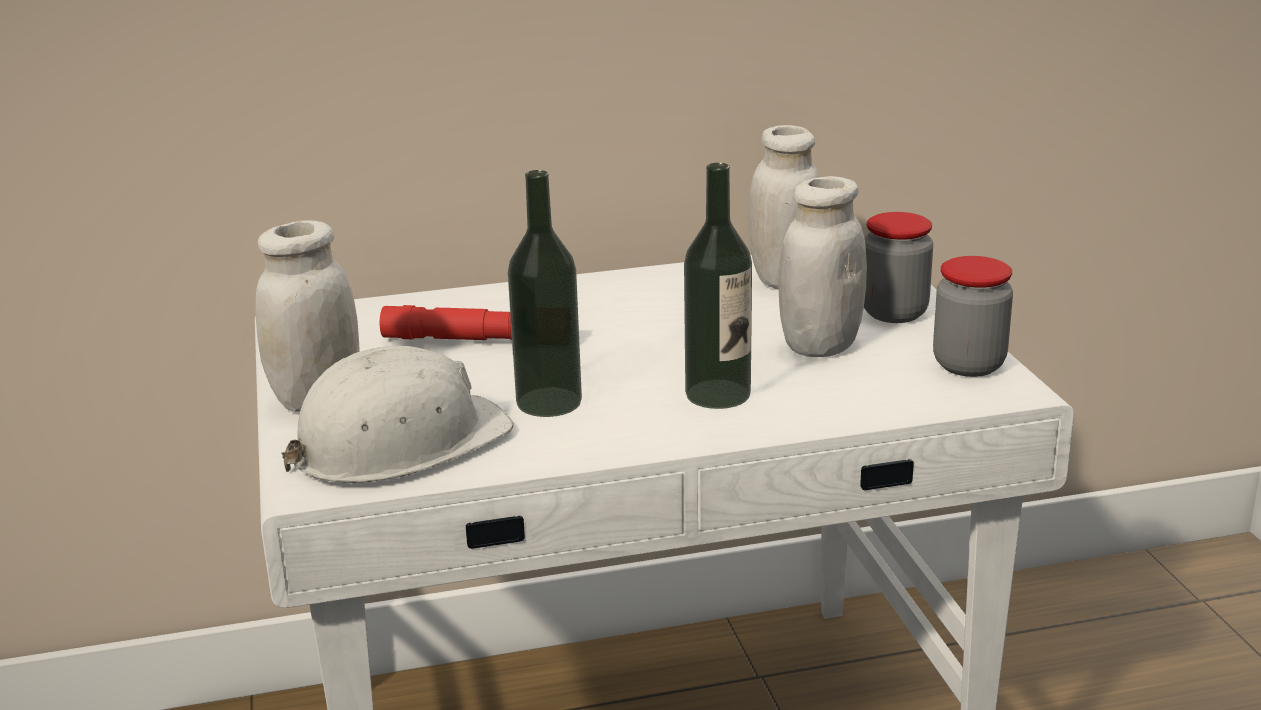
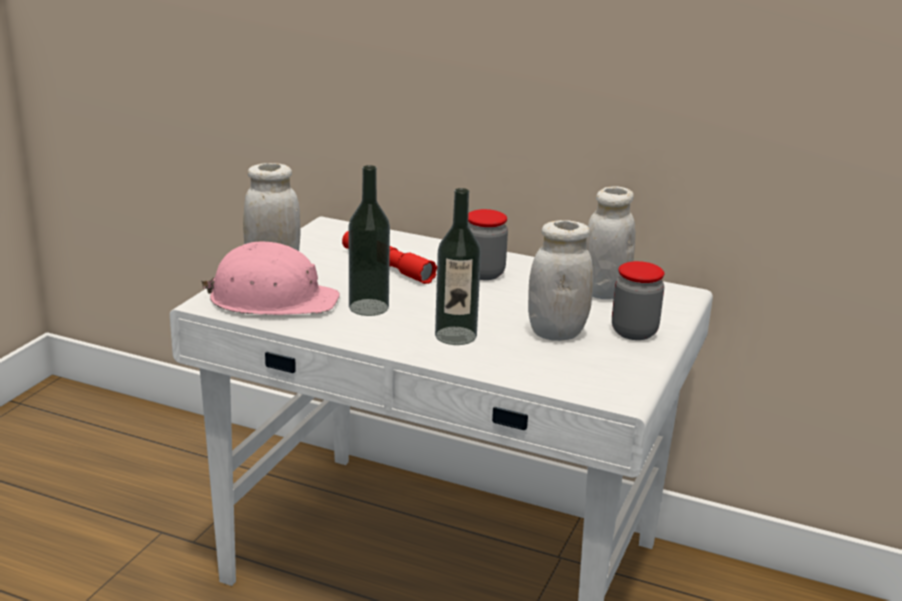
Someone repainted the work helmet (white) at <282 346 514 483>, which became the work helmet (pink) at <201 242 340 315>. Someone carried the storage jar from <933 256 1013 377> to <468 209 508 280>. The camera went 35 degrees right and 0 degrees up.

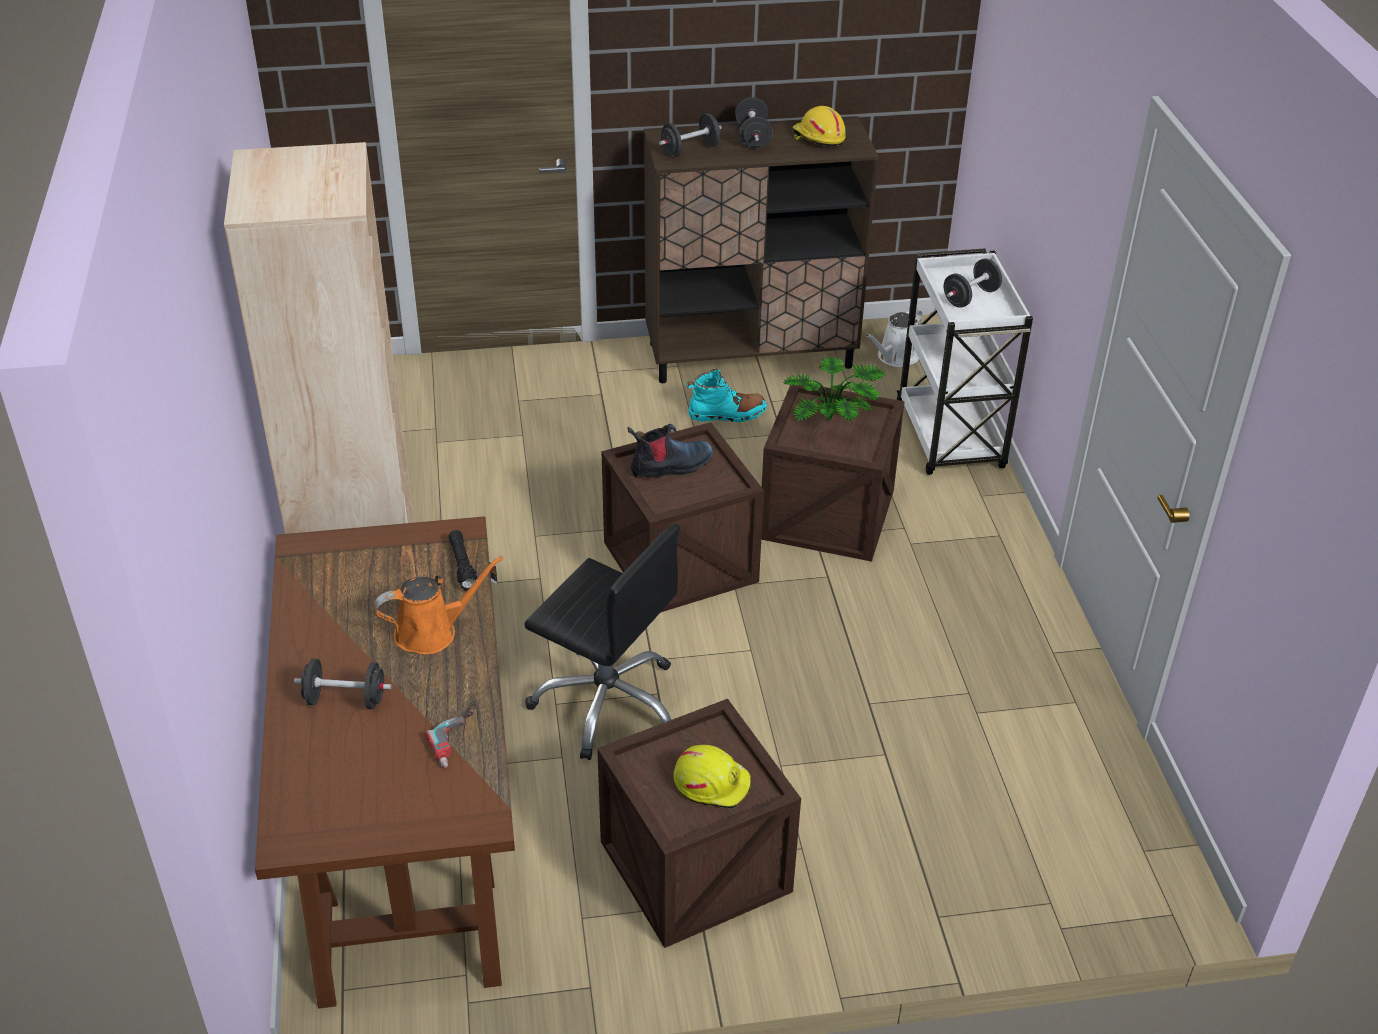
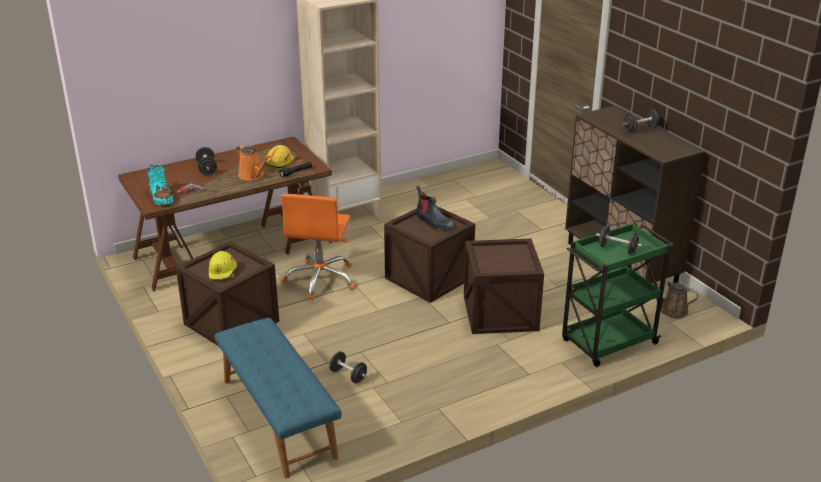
Someone carried the high-top boot (turquoise) from <687 369 767 422> to <146 164 174 205>. Someone put down the indoor bench (bluish) at <214 318 342 479>. Someone carried the work helmet (yellow-coloured) from <792 106 846 146> to <266 145 295 168>. Someone repainted the computer chair (black) at <524 524 680 760>, which became the computer chair (orangey) at <281 194 355 300>. Someone carried the dumbbell (black) from <659 113 722 157> to <329 351 367 383>. Someone repainted the cart (white) at <897 249 1033 475>, which became the cart (green-coloured) at <562 222 674 367>. Someone repainted the watering pot (white) at <866 309 922 367>, which became the watering pot (brown-coloured) at <639 274 699 319>. Someone took away the houseplant at <783 357 885 421>. The camera went 70 degrees right and 10 degrees down.

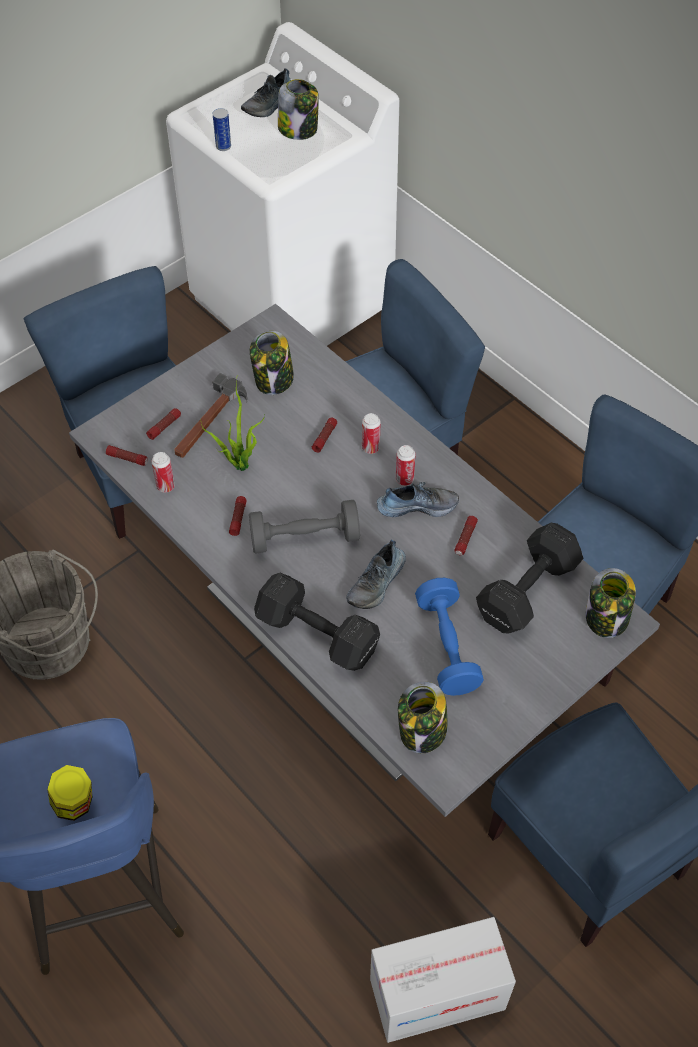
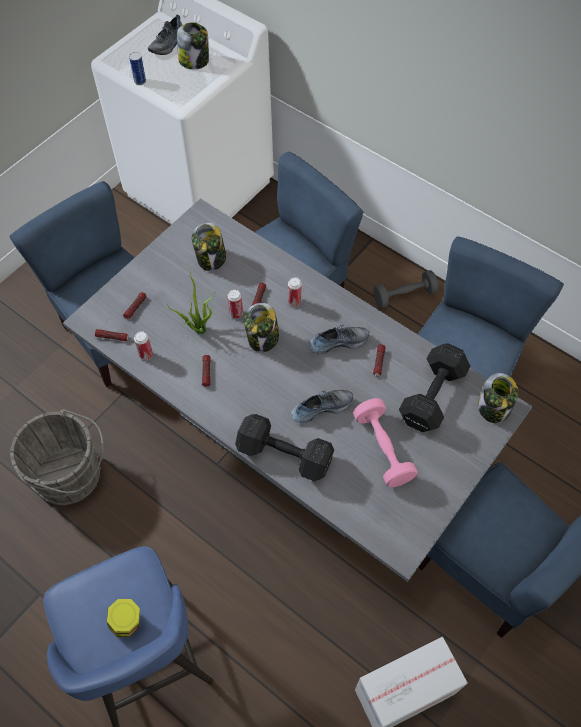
Someone carried the can from <396 445 416 486> to <227 289 243 319>. Someone carried the storage jar from <398 682 448 753> to <244 303 279 352>. Someone rotated the item of footwear at <346 539 406 609> by 135 degrees counterclockwise. Someone repainted the dumbbell (bluish) at <415 578 484 696>, which became the dumbbell (pink) at <353 398 418 487>. Someone carried the dumbbell (greyish) from <249 500 360 554> to <373 270 438 308>. Someone took away the tool hammer at <174 373 248 458>. The camera went 10 degrees left and 5 degrees up.

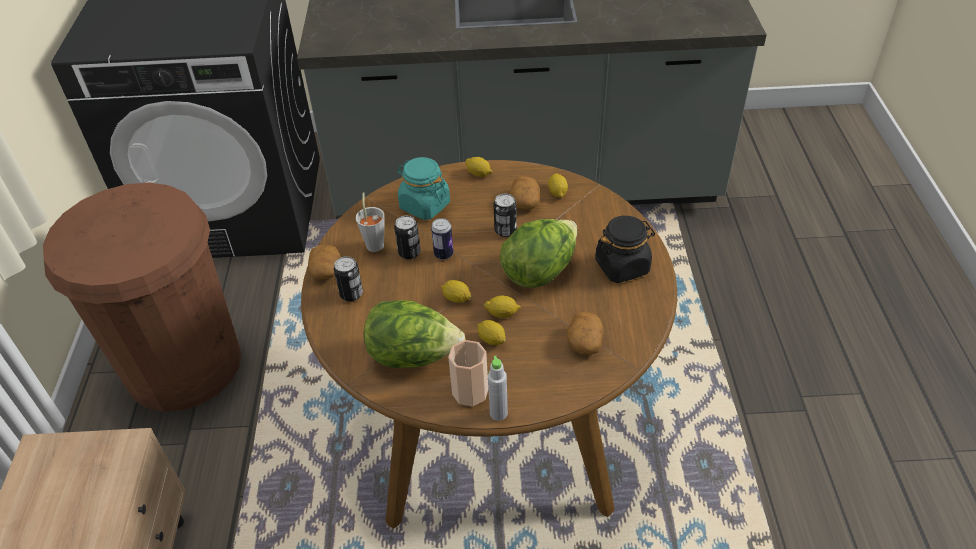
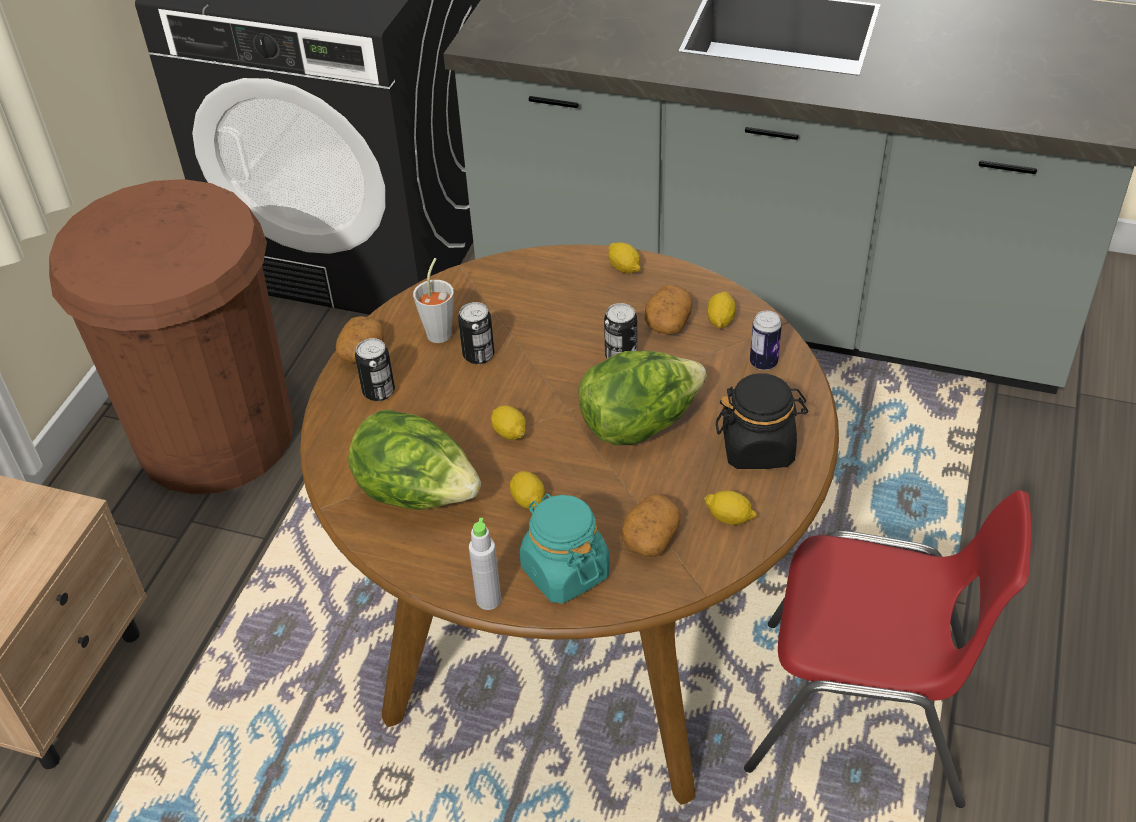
Someone carried the storage jar (turquoise) from <397 157 450 220> to <520 494 610 603>. Someone carried the whole lemon from <484 295 521 318> to <704 490 758 525>. Someone put down the plain chair (reddish) at <744 490 1031 808>. Someone carried the can from <431 218 453 260> to <750 311 782 370>. Someone took away the small cup at <448 340 488 407>. The camera went 20 degrees right and 0 degrees up.

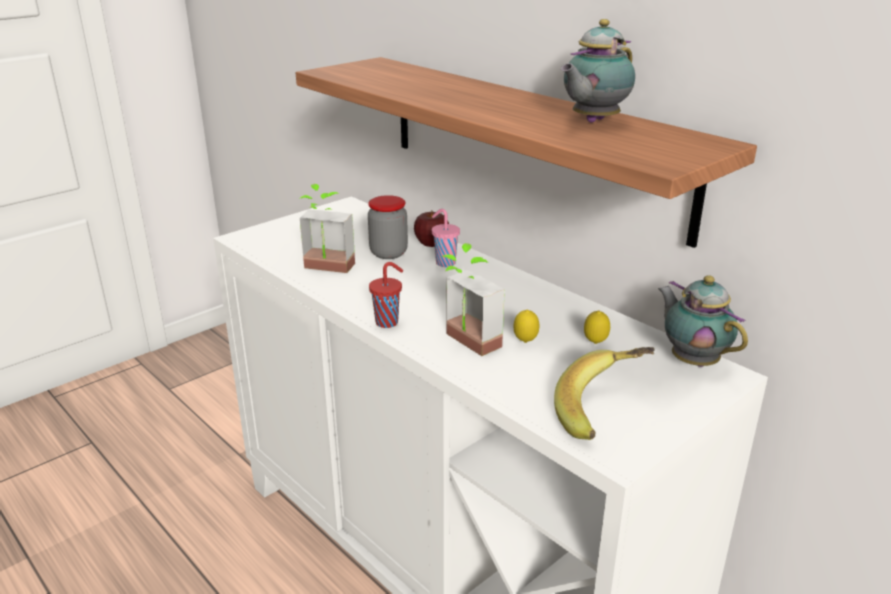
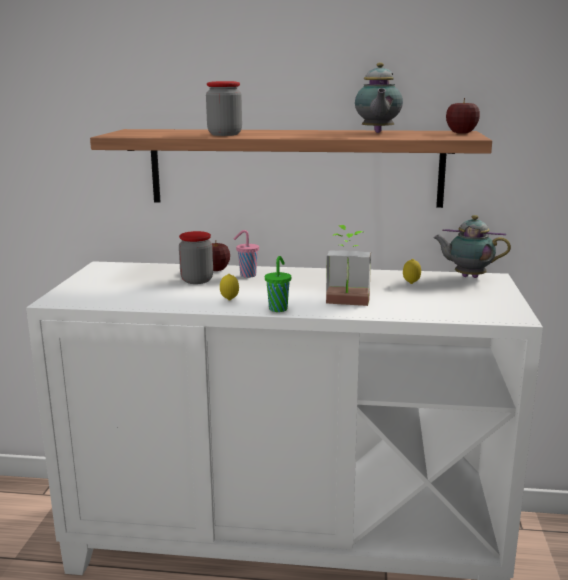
Someone put down the storage jar at <206 81 242 136>. Someone carried the whole lemon from <513 310 539 343> to <220 274 239 301>. Someone repainted the small cup (reddish) at <369 262 403 328>, which became the small cup (green-coloured) at <265 256 291 312>. Someone put down the whole apple at <446 98 480 134>. Someone took away the houseplant at <299 184 355 273>. Someone took away the whole banana at <554 347 654 440>. The camera went 40 degrees left and 10 degrees down.

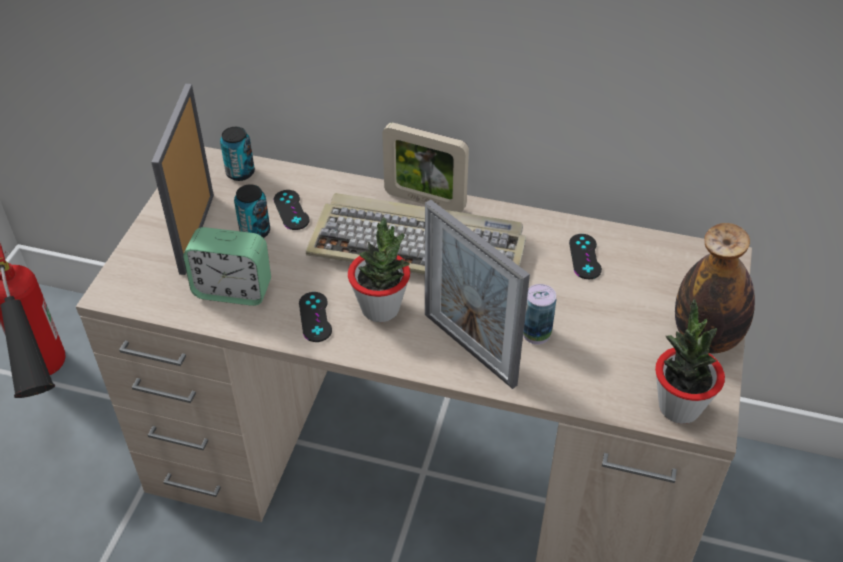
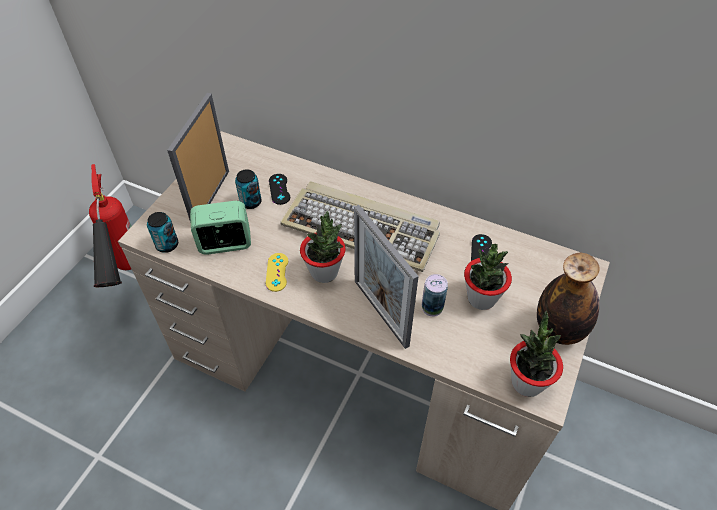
Someone carried the can from <220 127 255 181> to <147 212 178 253>. Someone rotated the bedside clock at <183 227 271 306> by 150 degrees clockwise. Someone repainted the gamepad (black) at <299 292 332 342>, which became the gamepad (yellow-coloured) at <266 253 288 292>. Someone put down the houseplant at <464 244 512 310>. Someone took away the picture frame at <382 123 469 212>. The camera went 10 degrees right and 5 degrees up.

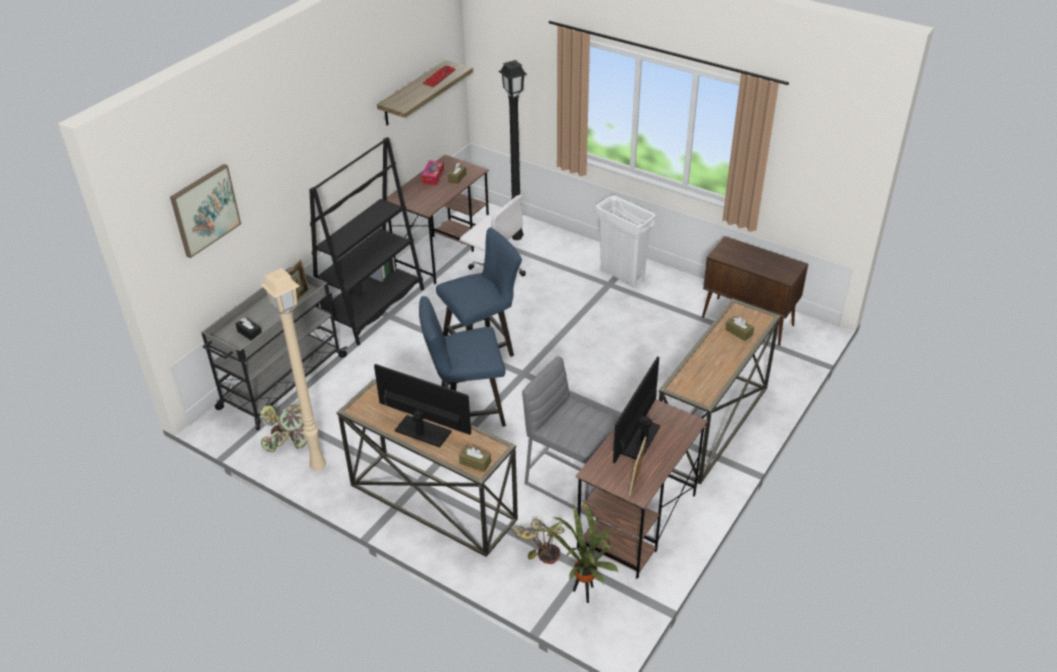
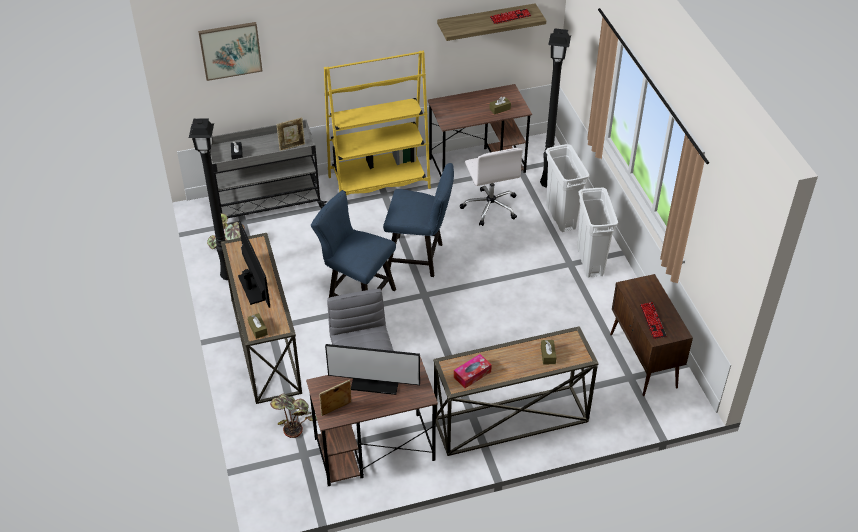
Someone repainted the standard lamp (sand-coloured) at <261 268 326 472>, which became the standard lamp (black) at <189 118 228 280>. Someone repainted the bookcase (black) at <309 137 424 345>, which became the bookcase (yellow-coloured) at <324 51 431 196>. Someone rotated the monitor at <613 356 660 463> by 150 degrees counterclockwise. Someone carried the tissue box from <421 160 444 185> to <454 354 492 388>. Someone put down the trash can (white) at <546 144 590 232>. Someone put down the PC keyboard at <640 302 666 339>. Someone took away the houseplant at <540 500 619 603>. The camera went 40 degrees right and 5 degrees up.

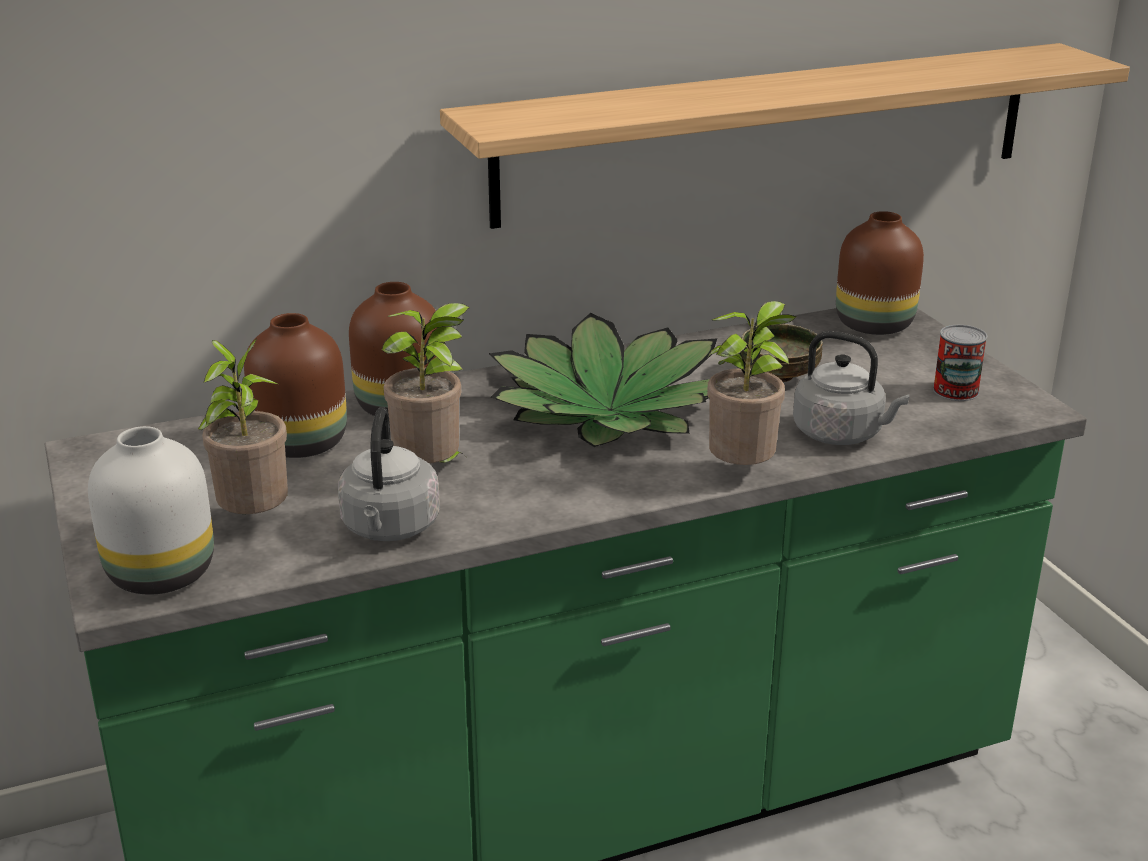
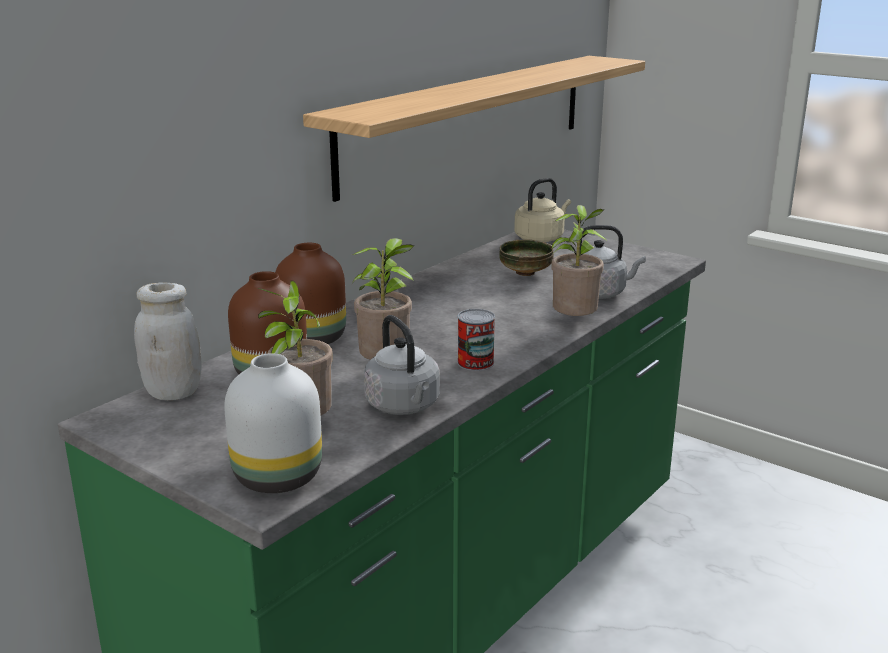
Someone put down the storage jar (white) at <134 282 202 400>. Someone carried the can from <933 325 987 401> to <457 309 495 371>. Someone swapped the flower vase (brown-coloured) at <836 211 924 335> for the tea kettle (sand-coloured) at <514 178 571 242>. Someone took away the houseplant at <489 313 717 447>. The camera went 30 degrees left and 5 degrees down.

